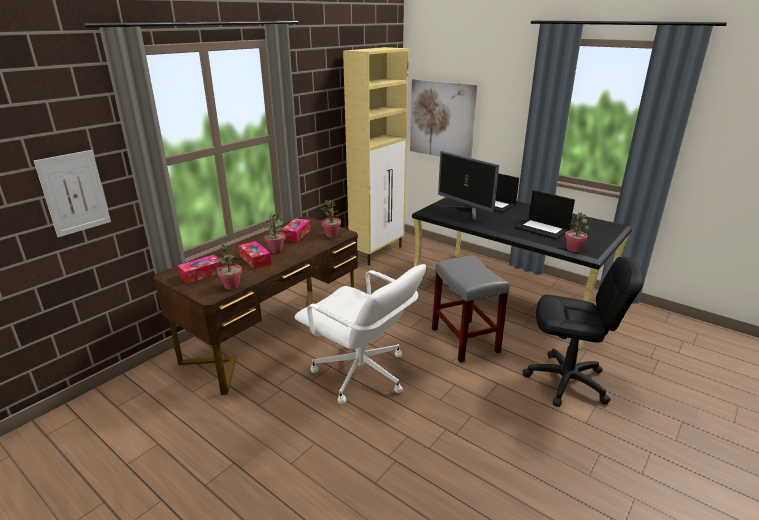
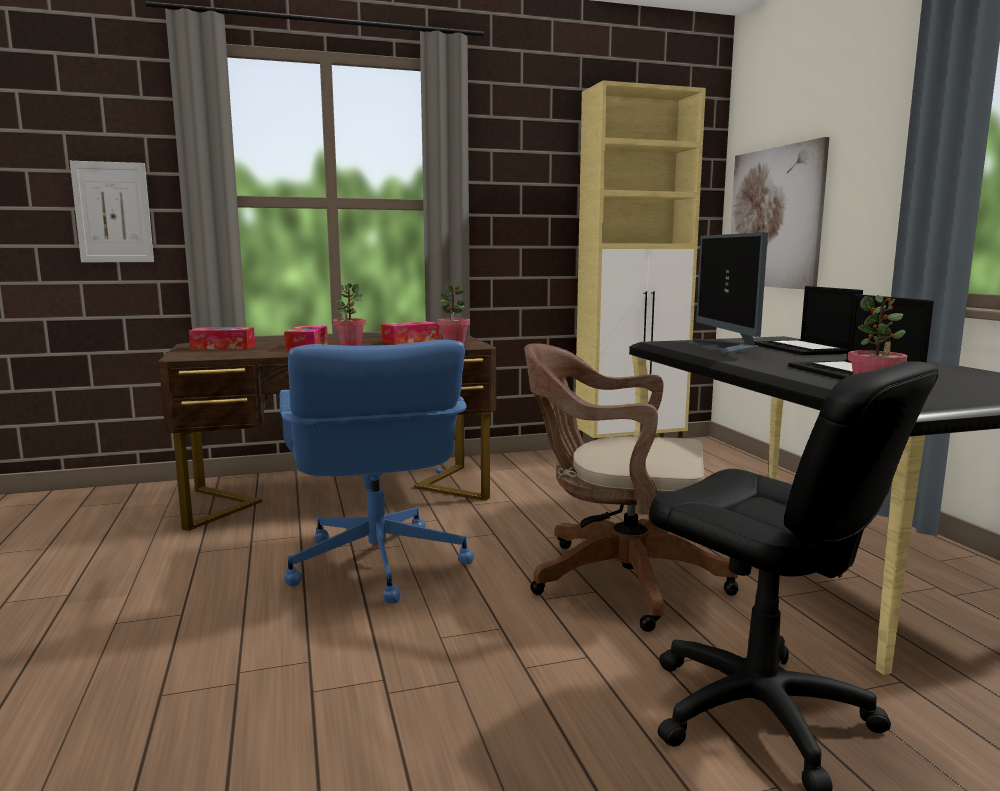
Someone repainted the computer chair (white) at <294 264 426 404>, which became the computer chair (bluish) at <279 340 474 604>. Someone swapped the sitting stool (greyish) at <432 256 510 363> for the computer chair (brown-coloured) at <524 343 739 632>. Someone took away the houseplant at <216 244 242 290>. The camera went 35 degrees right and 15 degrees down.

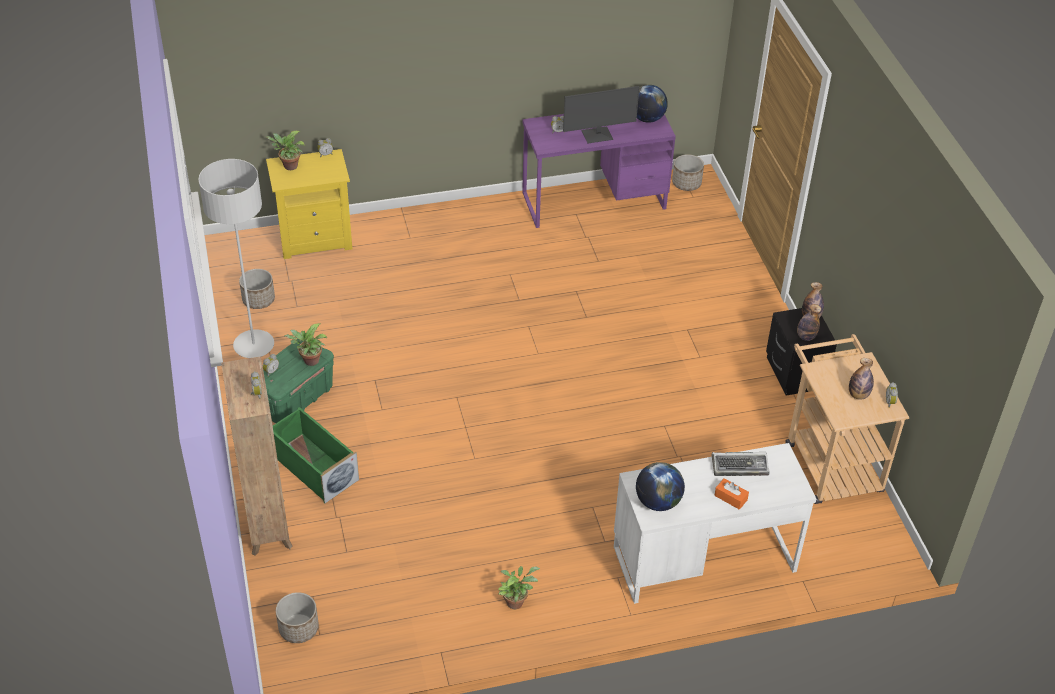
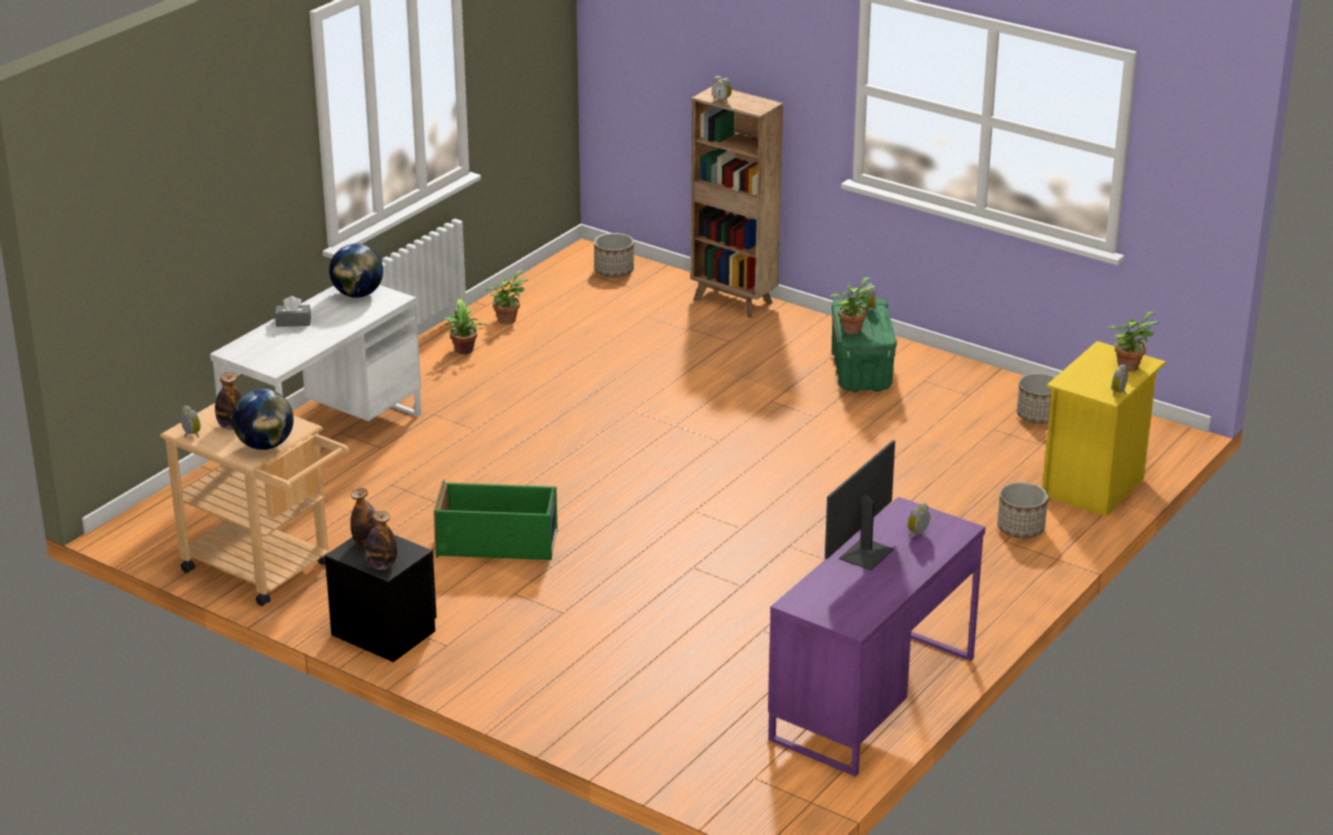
Someone carried the desk globe from <637 85 668 123> to <232 389 294 450>. Someone repainted the tissue box (orangey) at <714 478 749 510>, which became the tissue box (greyish) at <275 296 311 327>. Someone carried the storage bin (green-coloured) from <273 407 359 504> to <434 480 558 560>. Someone put down the houseplant at <485 270 528 325>. Someone carried the planter from <672 154 704 191> to <997 482 1048 538>. Someone took away the standard lamp (greyish) at <198 159 274 358>. Someone took away the PC keyboard at <712 452 770 476>. The camera went 140 degrees right and 15 degrees down.

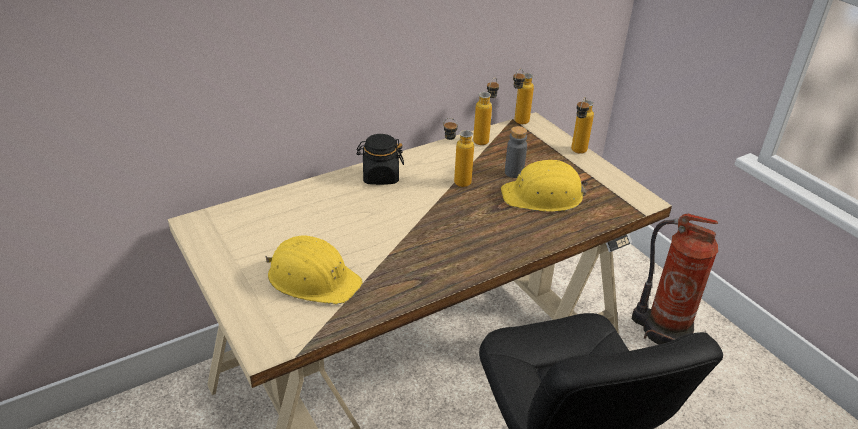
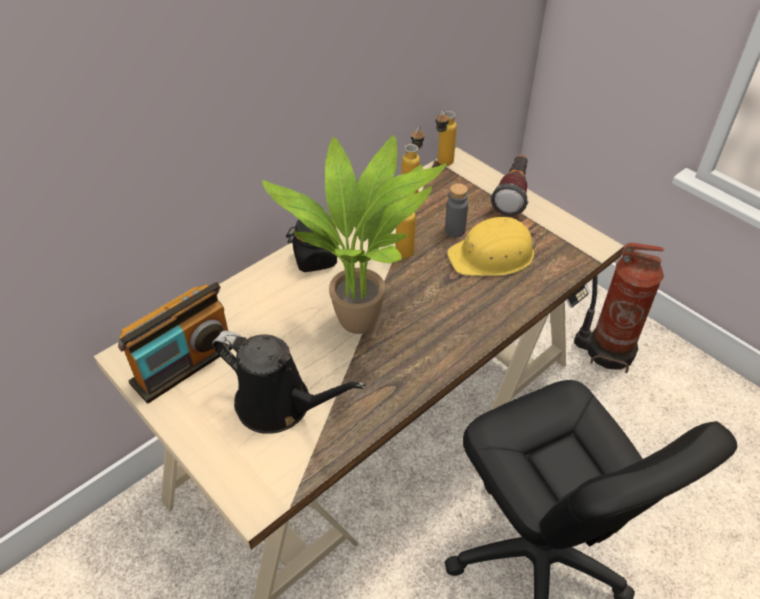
Someone put down the radio receiver at <118 282 233 403>. Someone swapped the work helmet (yellow-coloured) at <265 235 363 305> for the watering pot (black) at <212 331 366 434>. Someone put down the houseplant at <262 135 447 334>. Someone swapped the beverage bottle at <571 97 594 154> for the hand torch at <491 155 528 216>. The camera went 10 degrees left and 10 degrees up.

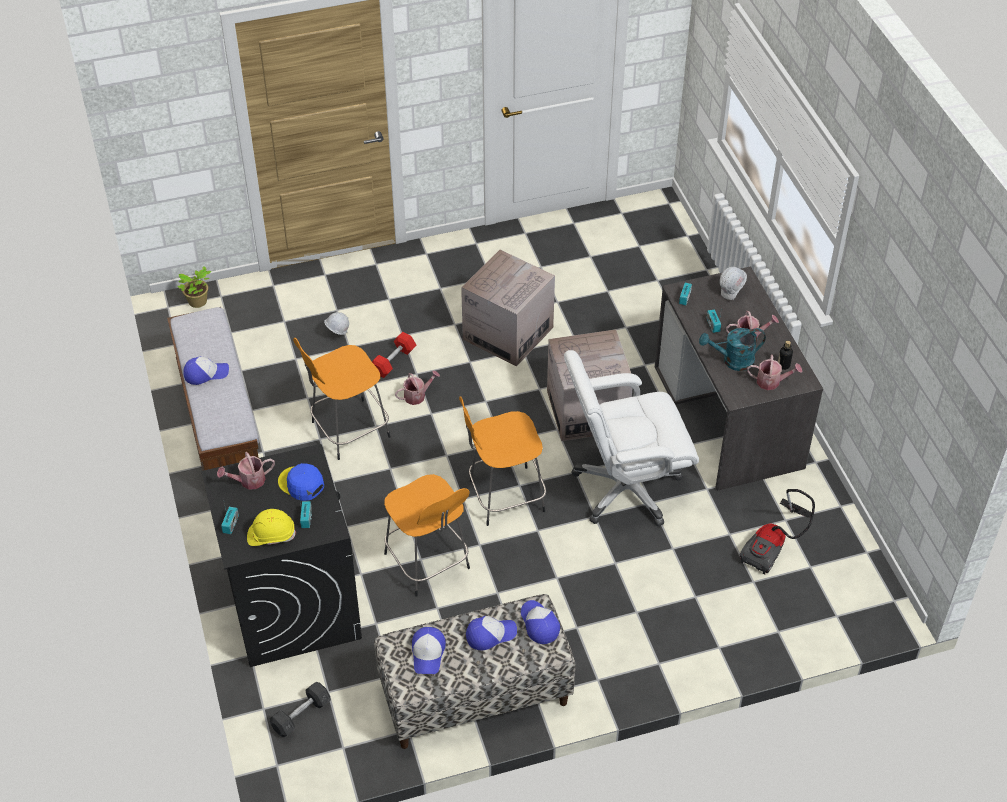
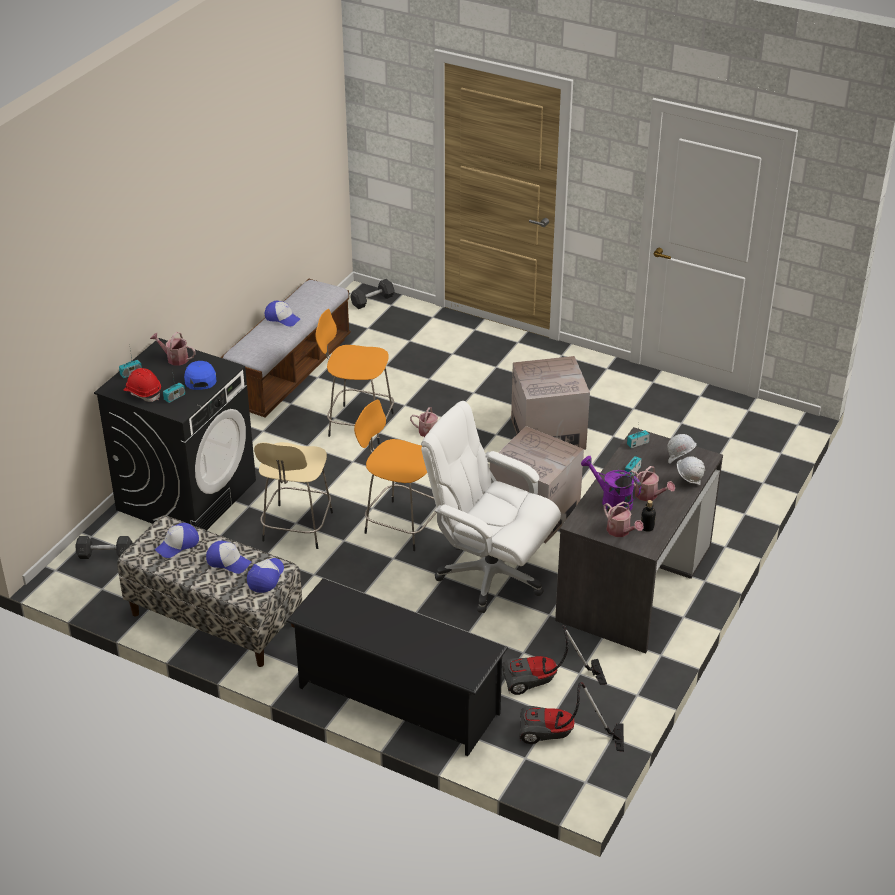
Someone repainted the work helmet (yellow-coloured) at <247 509 296 546>, which became the work helmet (reddish) at <124 368 161 402>. Someone repainted the sitting stool (orangey) at <384 474 470 597>, which became the sitting stool (sand-coloured) at <254 442 333 549>. Someone put down the shoe stand (black) at <286 578 508 756>. Someone swapped the houseplant at <177 266 211 308> for the dumbbell (greyish) at <350 279 394 309>. Someone put down the vacuum cleaner at <520 682 624 752>. Someone repainted the watering pot (turquoise) at <699 328 766 371>, which became the watering pot (purple) at <581 456 641 511>. Someone carried the work helmet (white) from <324 312 349 335> to <677 456 705 485>. Someone took away the dumbbell (reddish) at <372 332 417 378>. The camera went 45 degrees right and 10 degrees down.

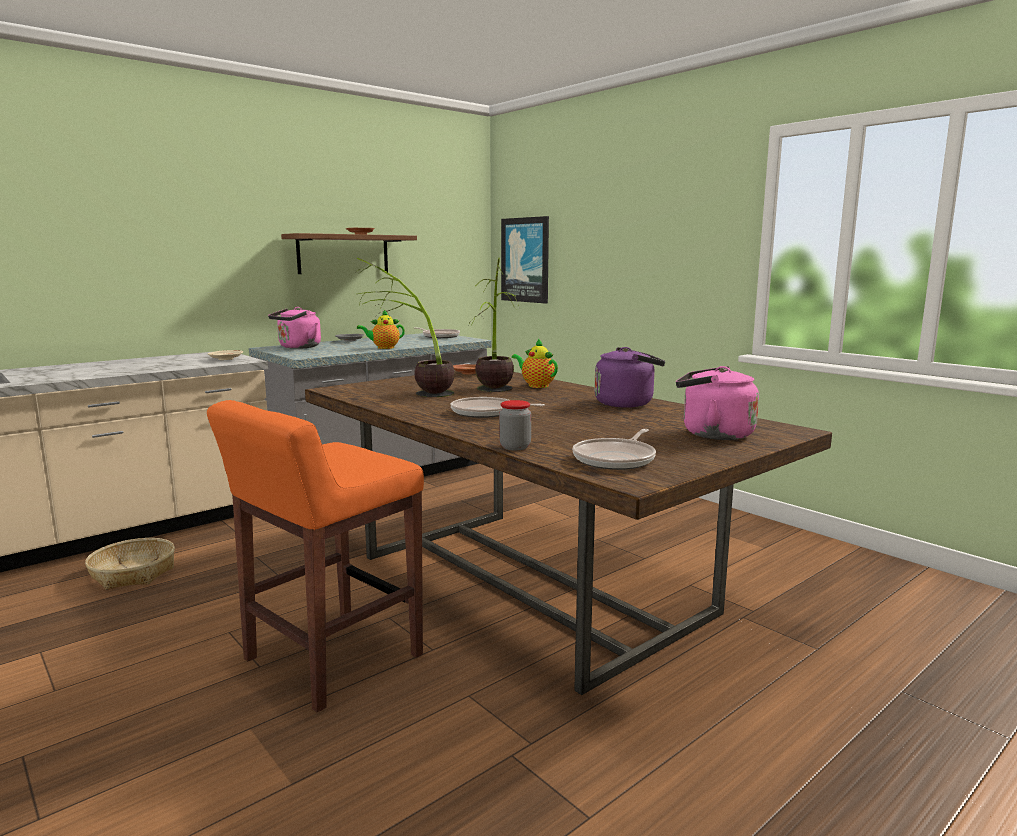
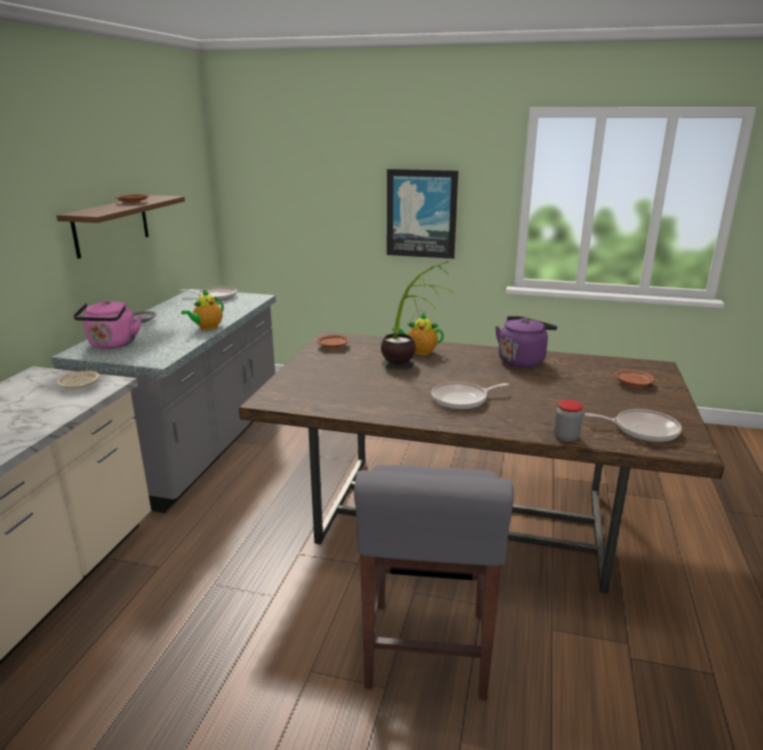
Someone repainted the sitting stool (orangey) at <207 400 424 712>, which became the sitting stool (greyish) at <354 465 514 700>. Someone carried the wall art from <501 216 549 304> to <387 169 459 259>. Someone rotated the frying pan at <573 429 656 470> by 75 degrees counterclockwise. Someone swapped the tea kettle (pink) at <676 366 759 440> for the flat dish (brown-coloured) at <615 369 655 387>. Someone took away the basket at <85 538 175 590>. Someone took away the houseplant at <357 257 455 397>. The camera went 35 degrees left and 10 degrees up.

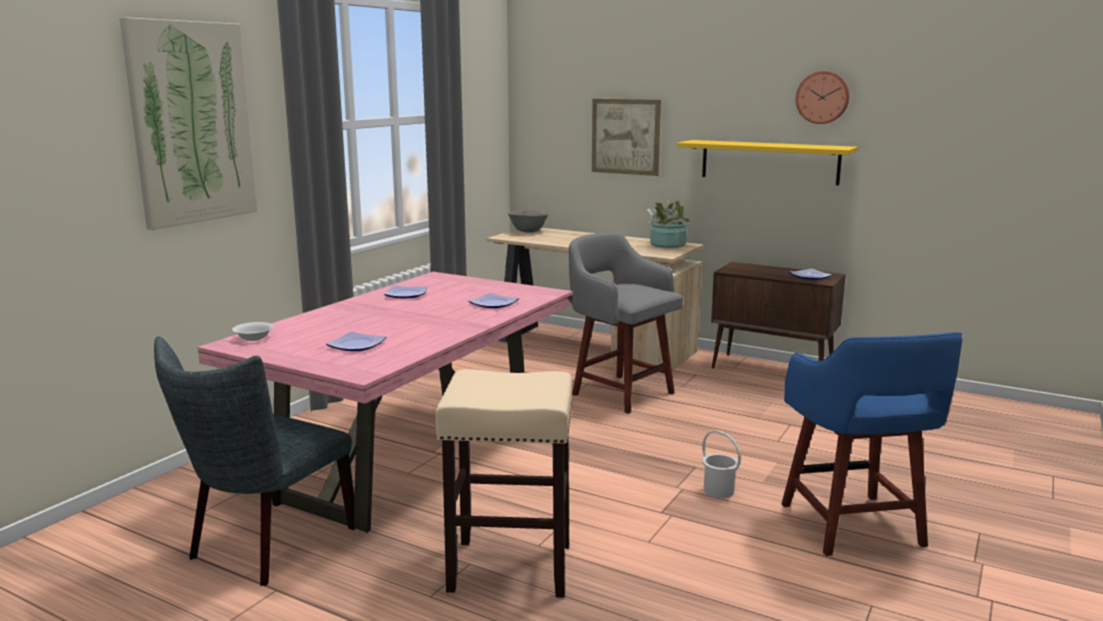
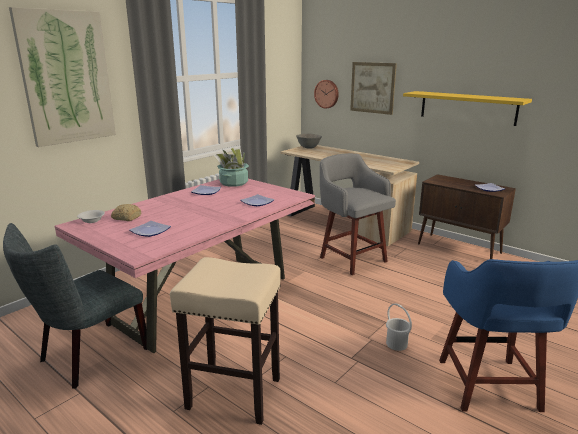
Someone put down the baked bread at <111 204 141 221>. Someone carried the houseplant from <647 200 694 248> to <213 148 249 187>. Someone carried the hanging clock from <796 71 850 124> to <314 80 339 109>. The camera went 10 degrees right and 5 degrees up.

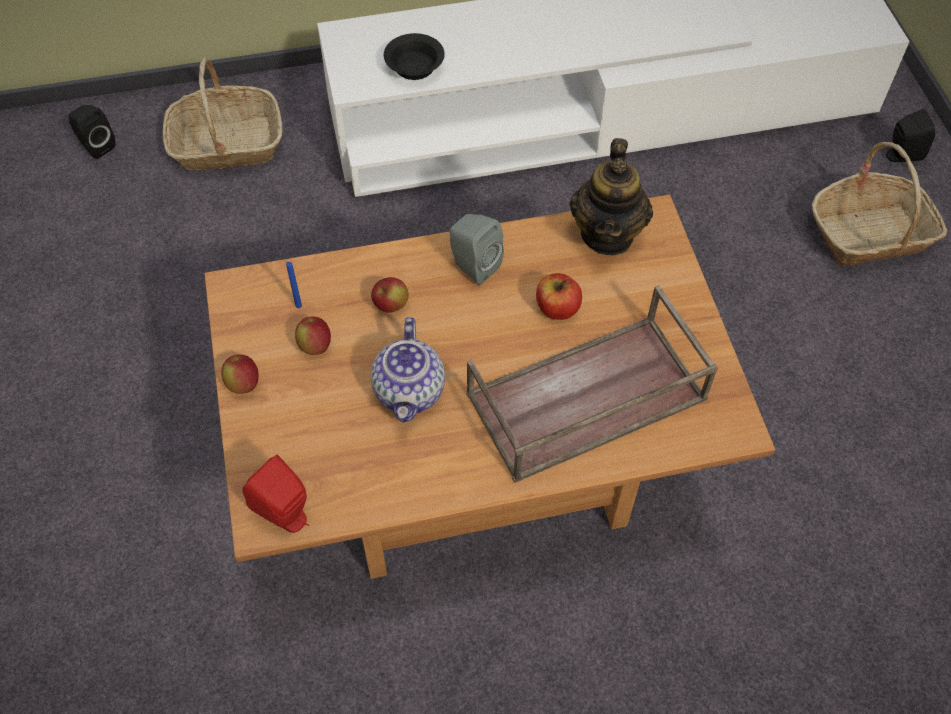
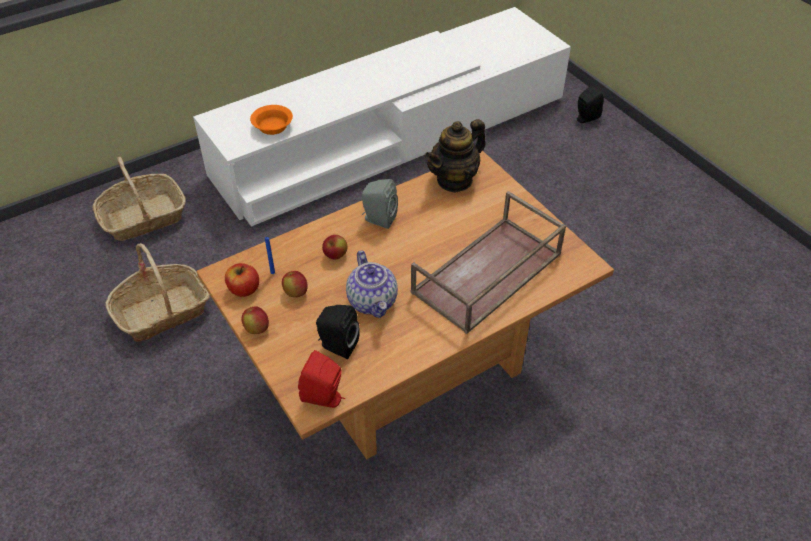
Someone carried the basket from <812 142 947 265> to <105 243 210 342>. Someone carried the whole apple from <536 273 582 320> to <225 263 259 297>. Someone repainted the bowl (black) at <384 33 445 80>, which became the bowl (orangey) at <250 105 293 135>. Someone carried the audio speaker (black) from <68 105 116 159> to <316 305 360 359>. Someone rotated the teapot at <570 138 653 255> by 60 degrees clockwise. The camera went 20 degrees left and 10 degrees down.

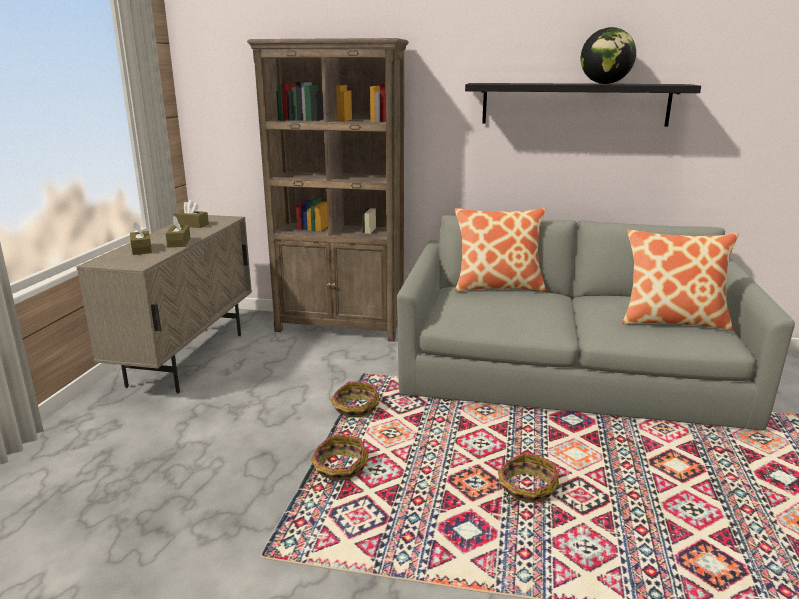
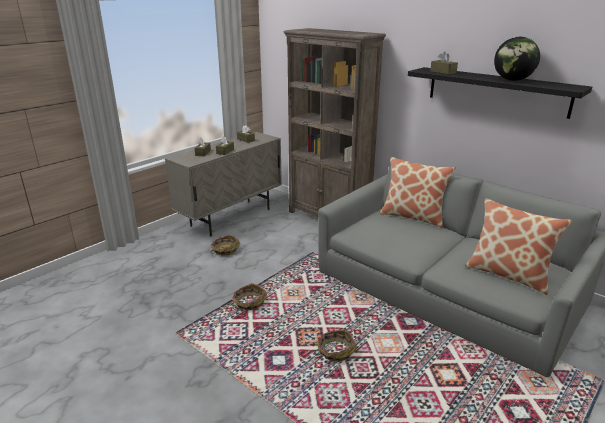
Someone carried the basket from <331 381 380 419> to <210 235 240 256>. Someone put down the tissue box (brown-coloured) at <430 52 458 74>. The camera went 30 degrees right and 5 degrees up.

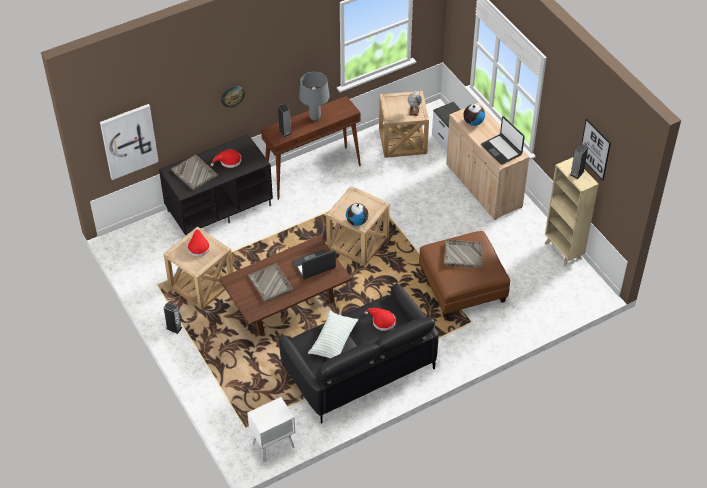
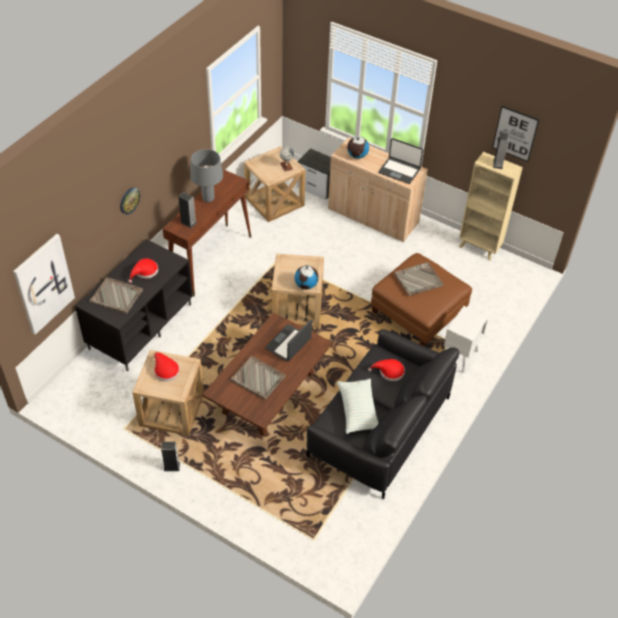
Someone carried the nightstand (white) from <247 397 295 462> to <444 306 488 373>. The camera went 30 degrees left and 0 degrees up.

